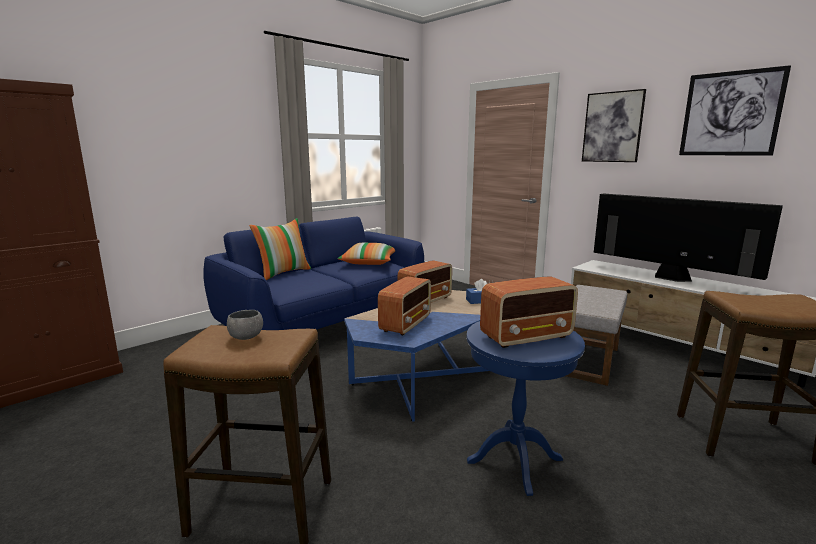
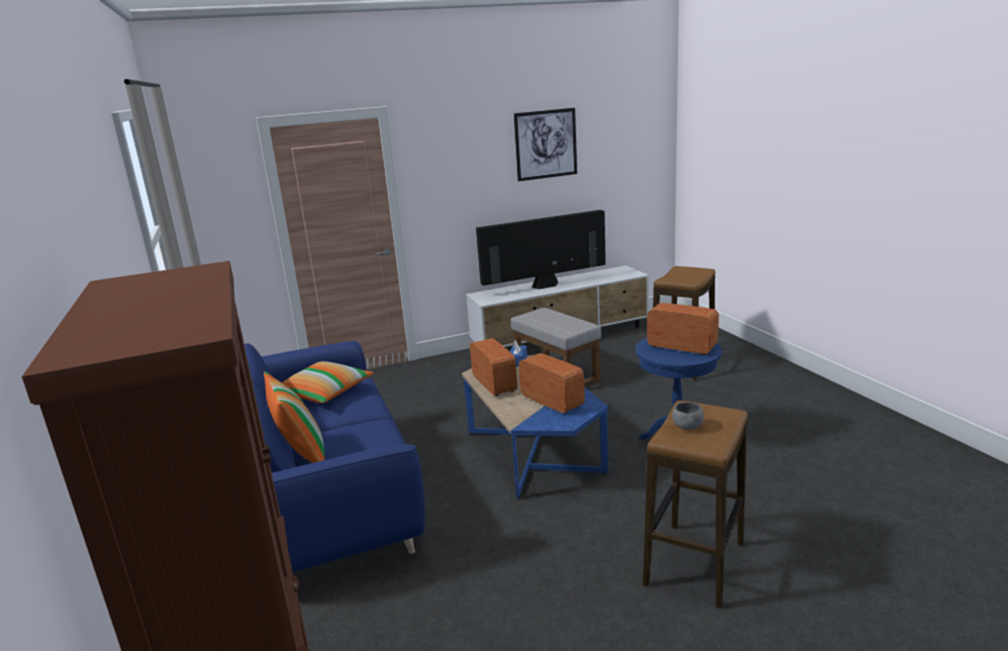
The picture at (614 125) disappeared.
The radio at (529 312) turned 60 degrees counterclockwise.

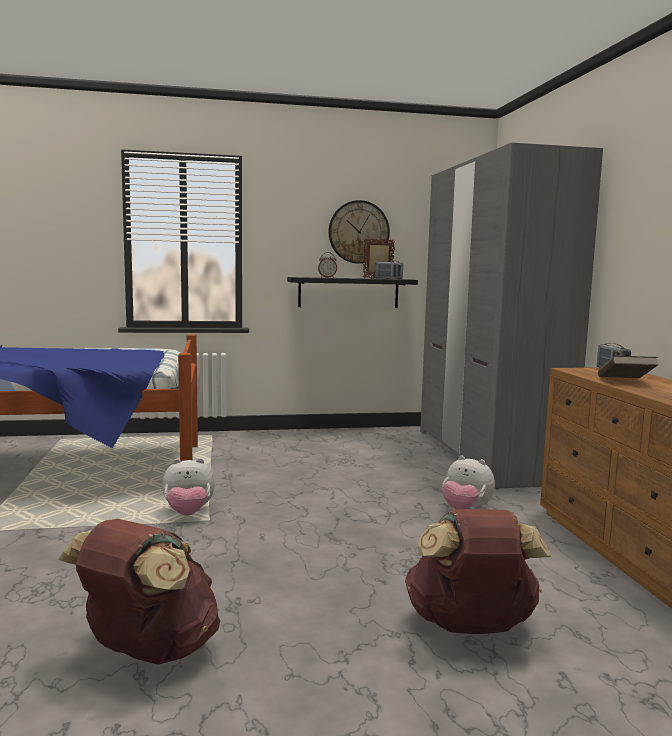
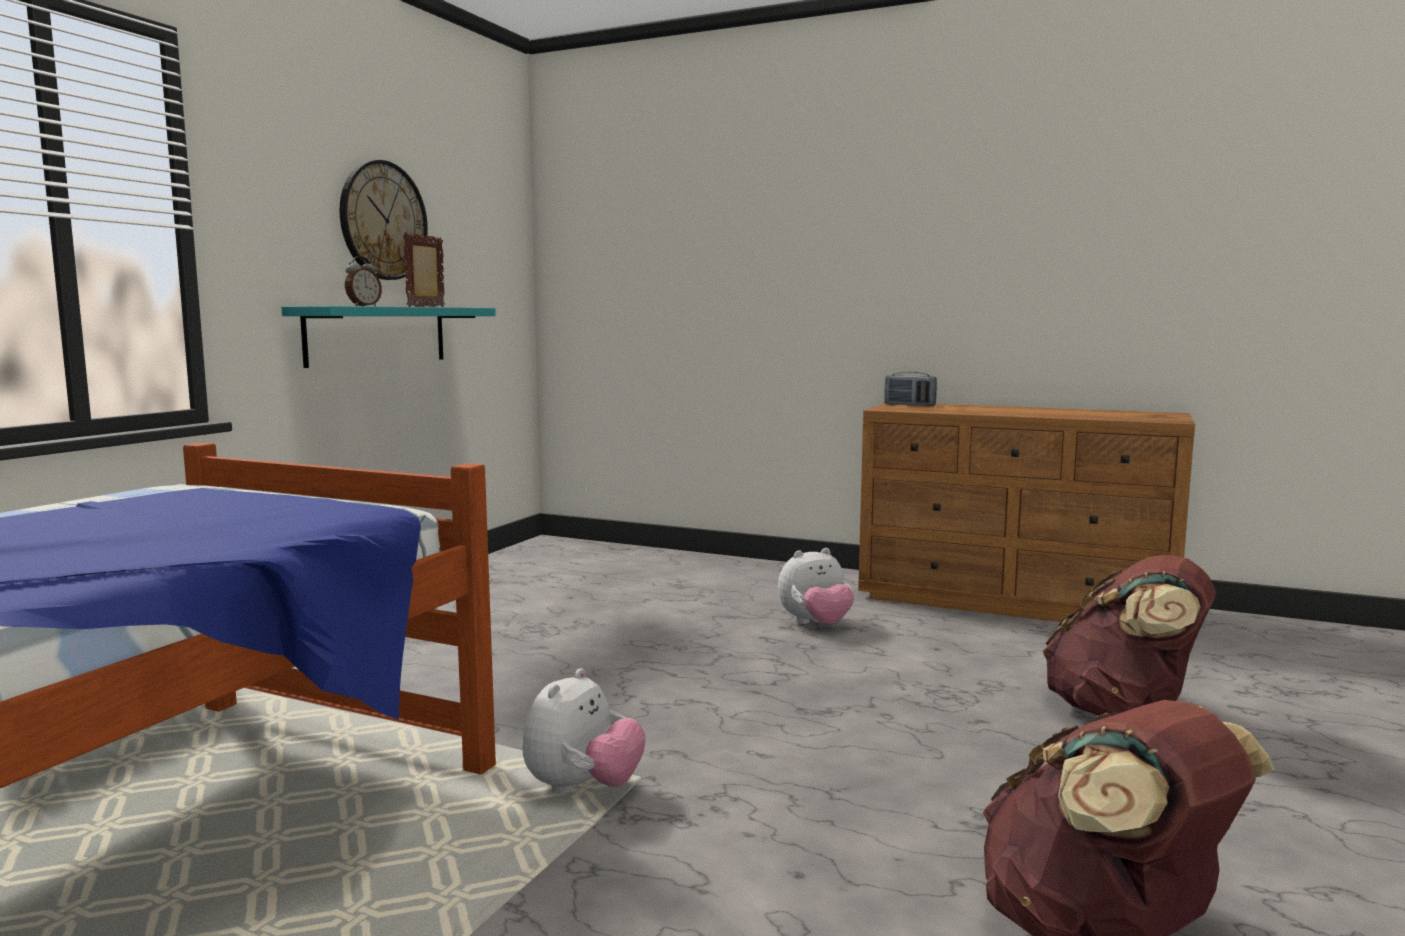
The gray wardrobe at (511 316) disappeared.
The radio at (389 269) disappeared.
The black-coloured wall shelf at (352 292) became the turquoise-coloured wall shelf at (388 337).
The brown book at (628 367) disappeared.

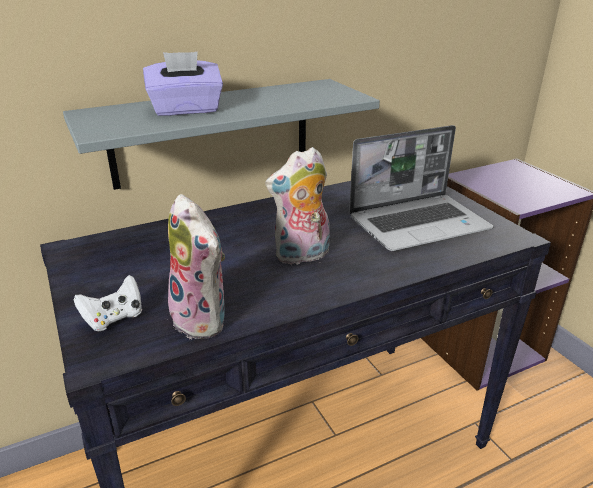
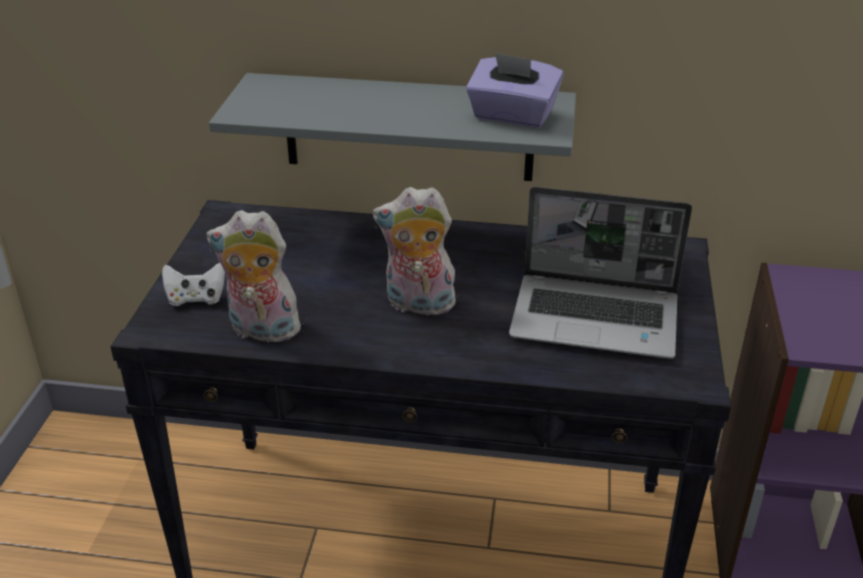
The purple-coloured box of tissues moved from (183 84) to (514 90).
The plush toy at (196 266) turned 105 degrees clockwise.

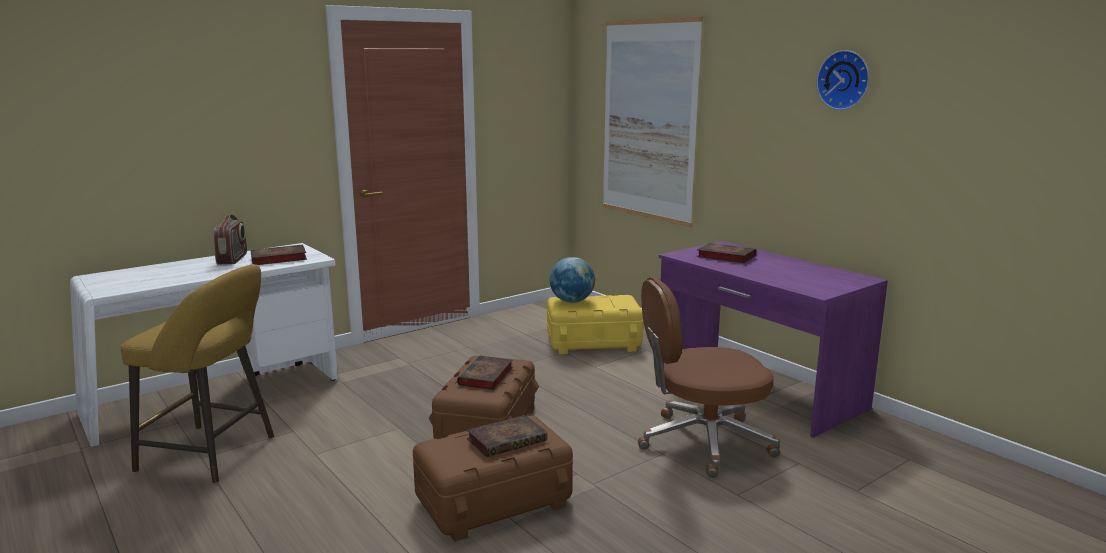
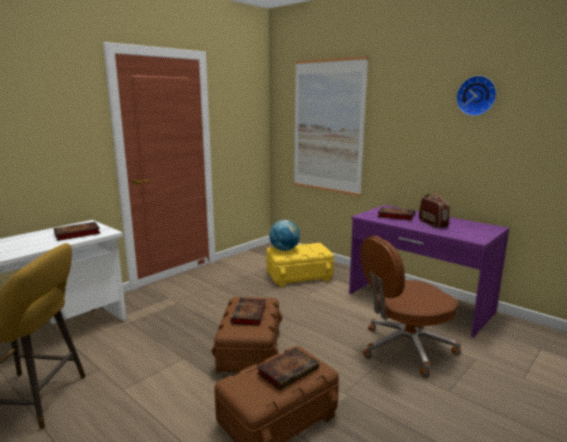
The radio moved from (230 239) to (434 210).

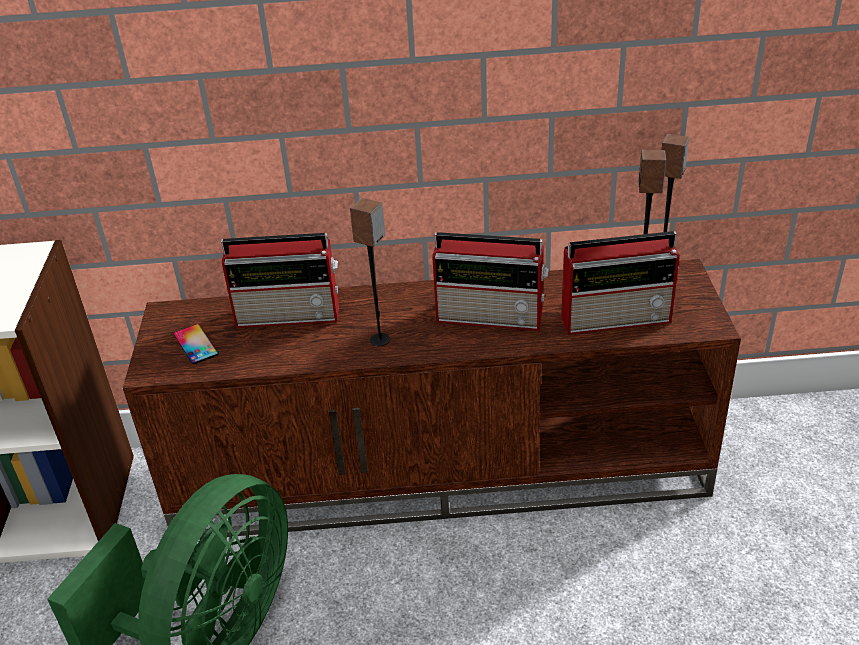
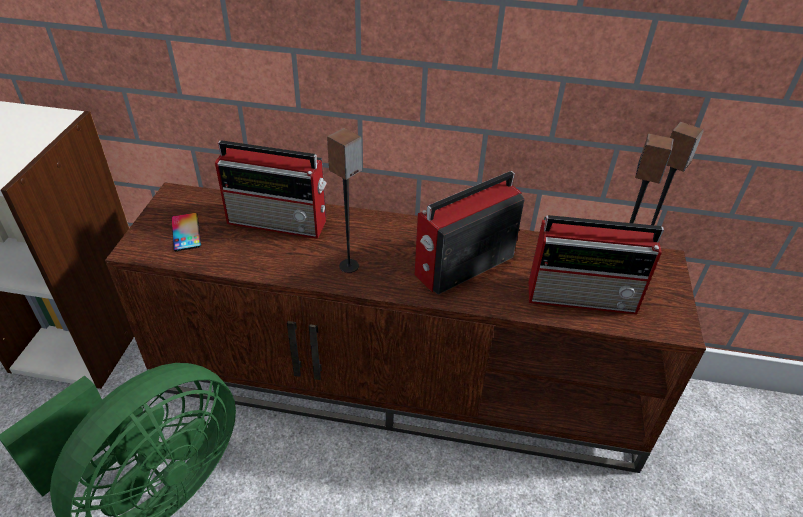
The radio at (490 281) turned 120 degrees clockwise.

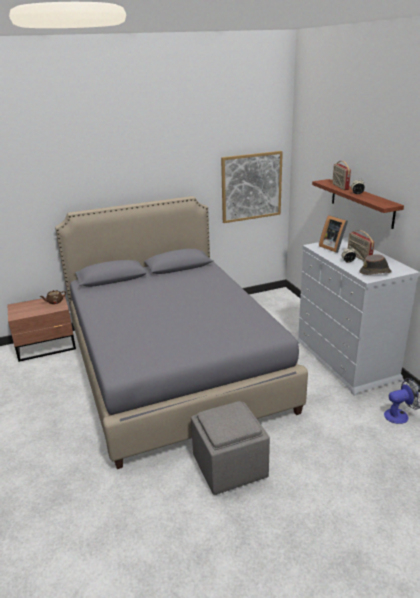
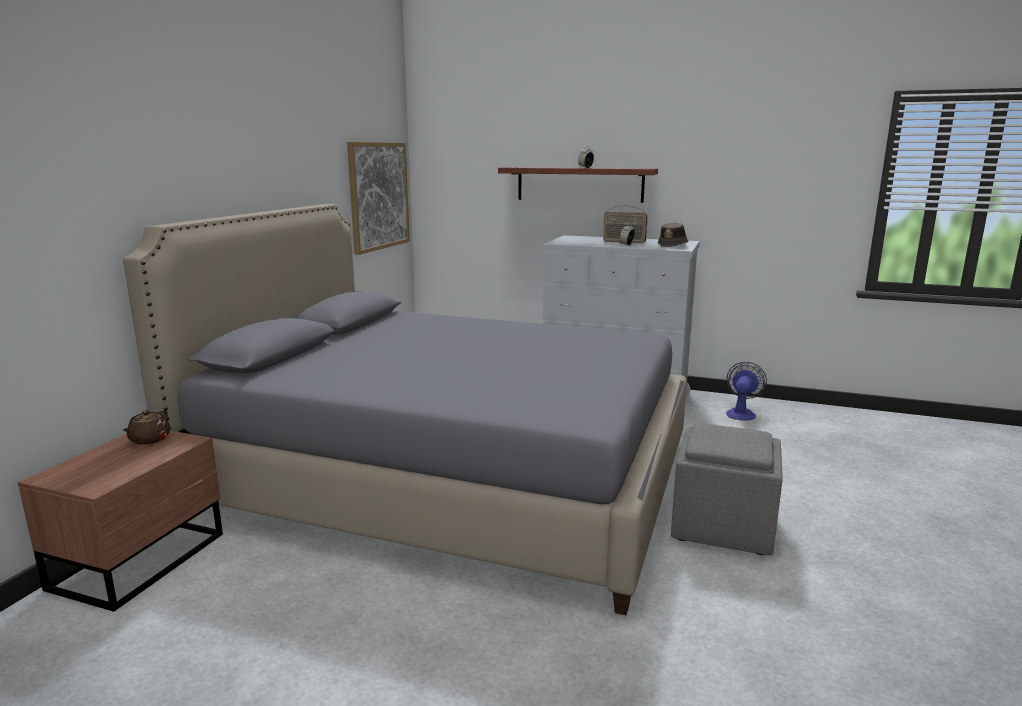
The radio at (341 175) disappeared.
The standing frame at (333 234) disappeared.

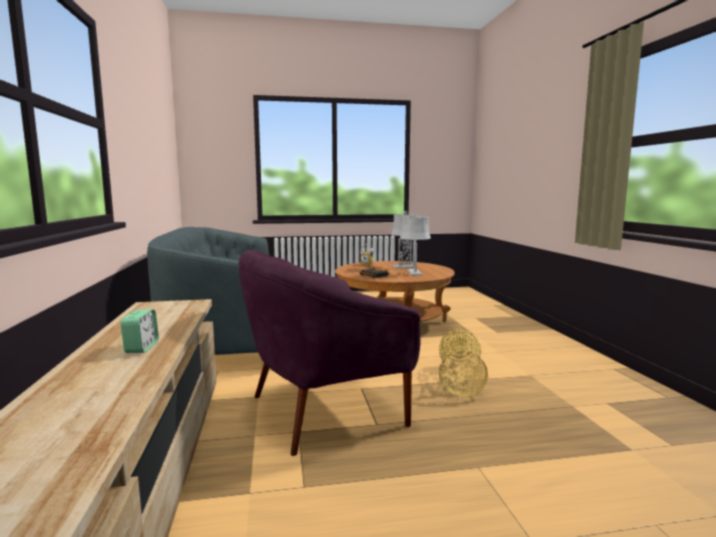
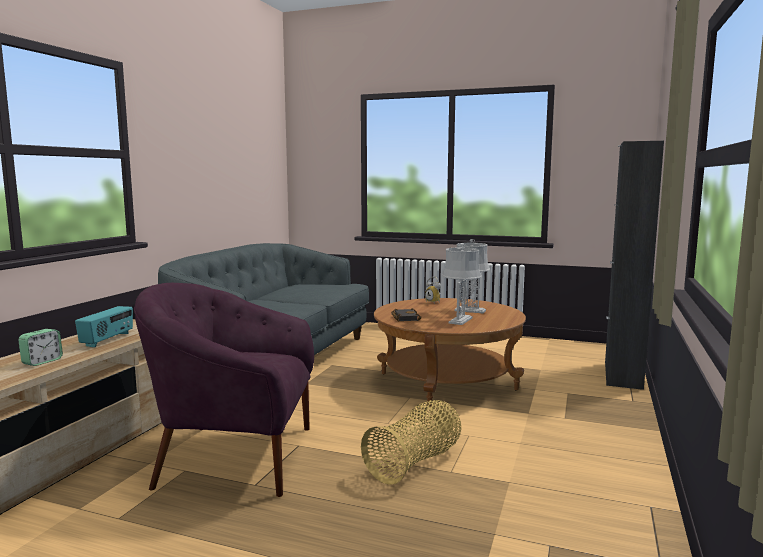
The black-coloured storage cabinet at (634 265) appeared.
The radio at (104 326) appeared.

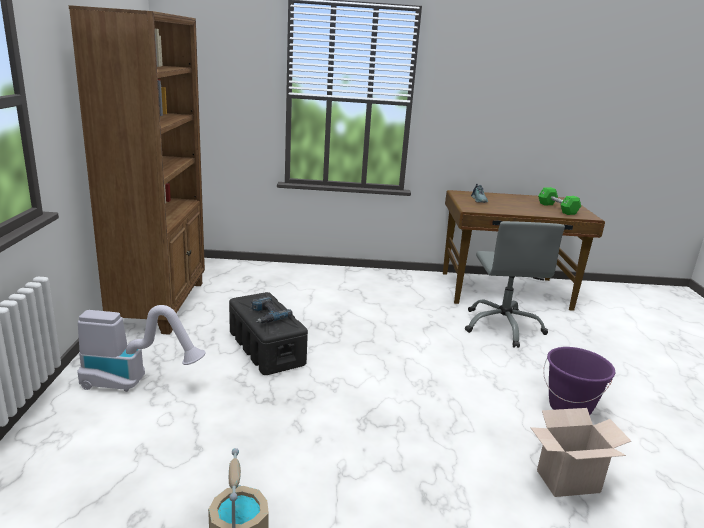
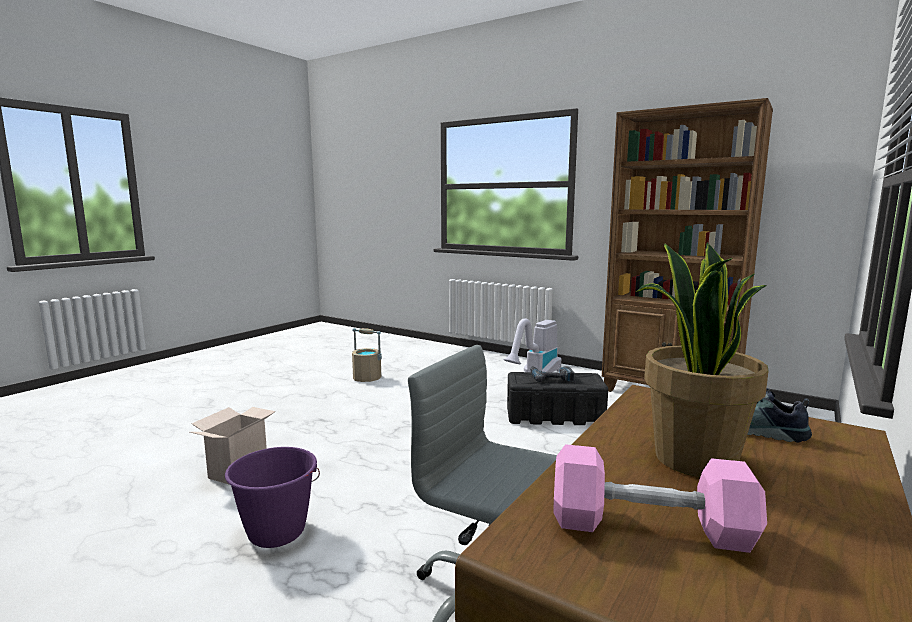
The greenish free weight at (559 201) became the pinkish free weight at (660 498).
The potted plant at (702 359) appeared.

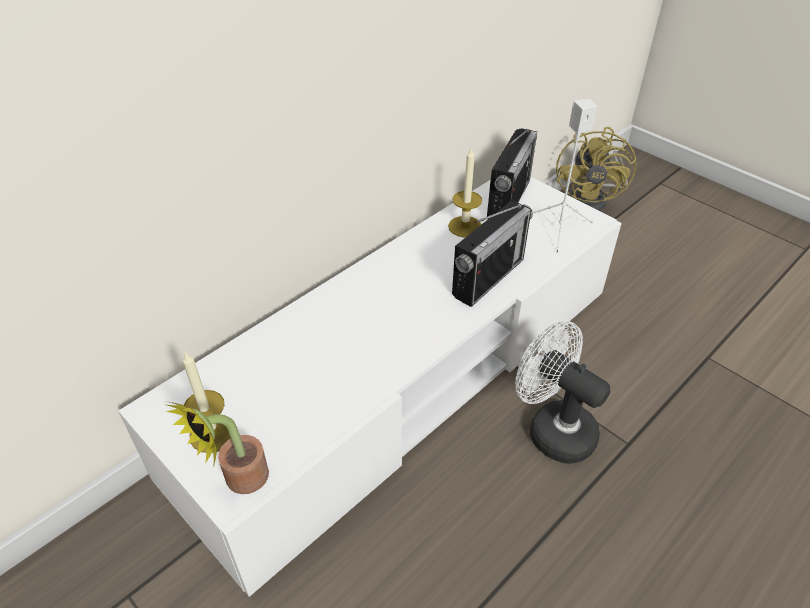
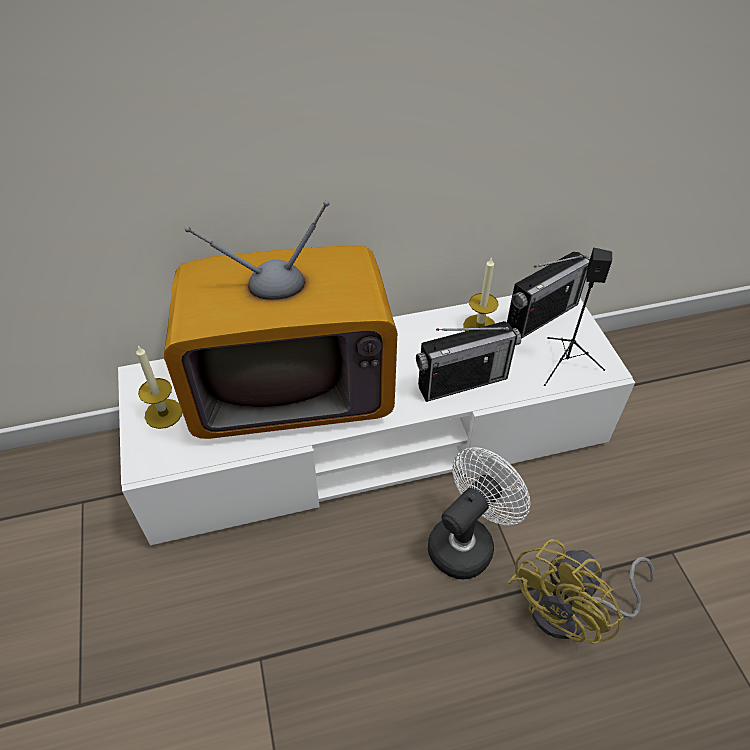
The white-coloured audio speaker at (565 176) became the black-coloured audio speaker at (578 317).
The yellow electric fan moved from (596 169) to (581 591).
The white-coloured electric fan at (562 392) turned 60 degrees clockwise.
The potted plant at (217 447) disappeared.
The TV set at (280 319) appeared.

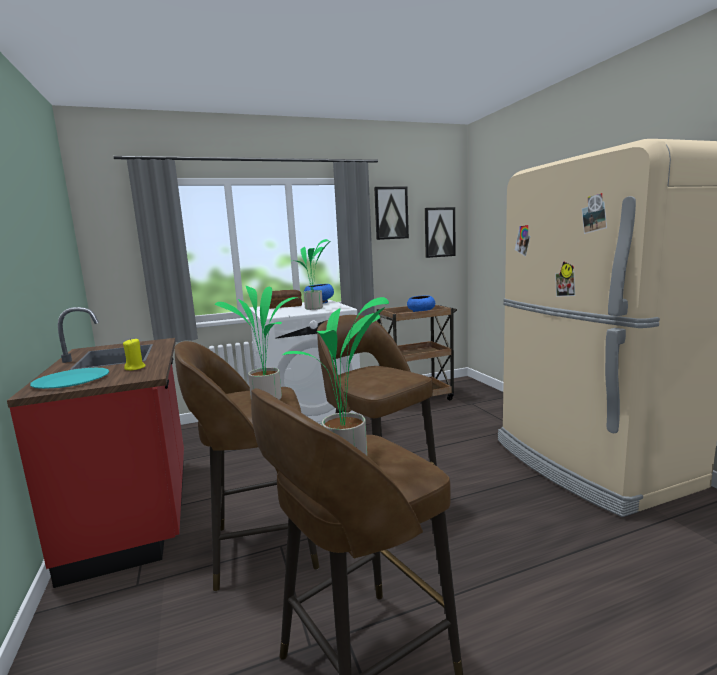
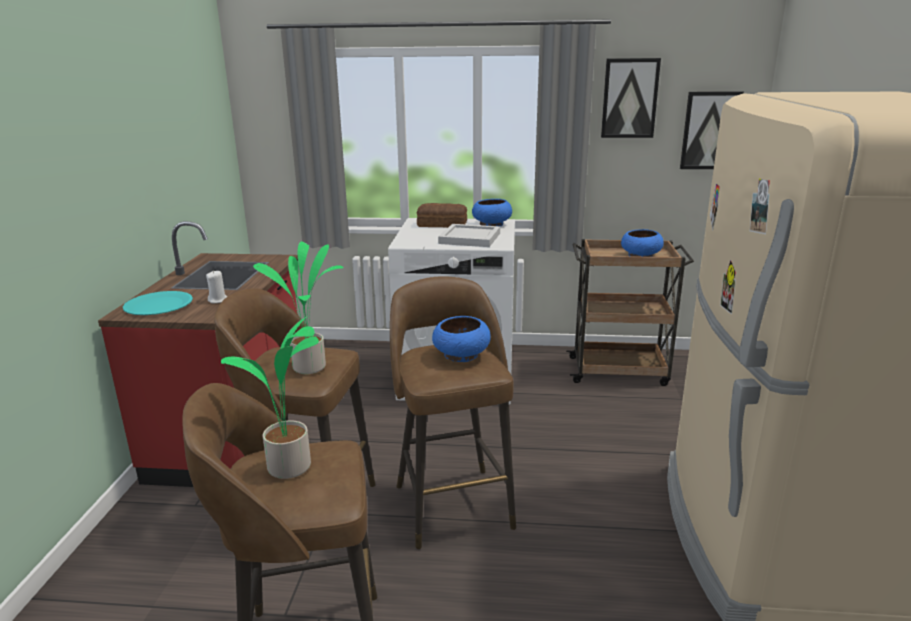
The potted plant at (309 274) was replaced by the white-coloured carrying tray at (469 235).
The yellow wax candle at (134 354) became the white-coloured wax candle at (216 286).
The blue-coloured deep dish at (461 339) appeared.

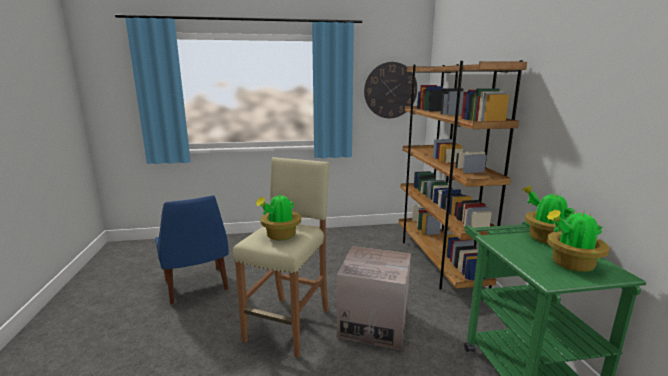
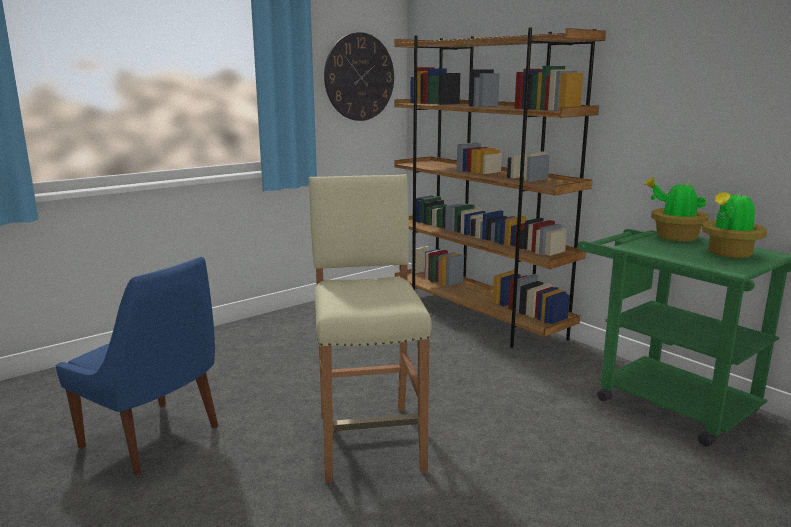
The potted plant at (278 216) disappeared.
The carton at (374 298) disappeared.

